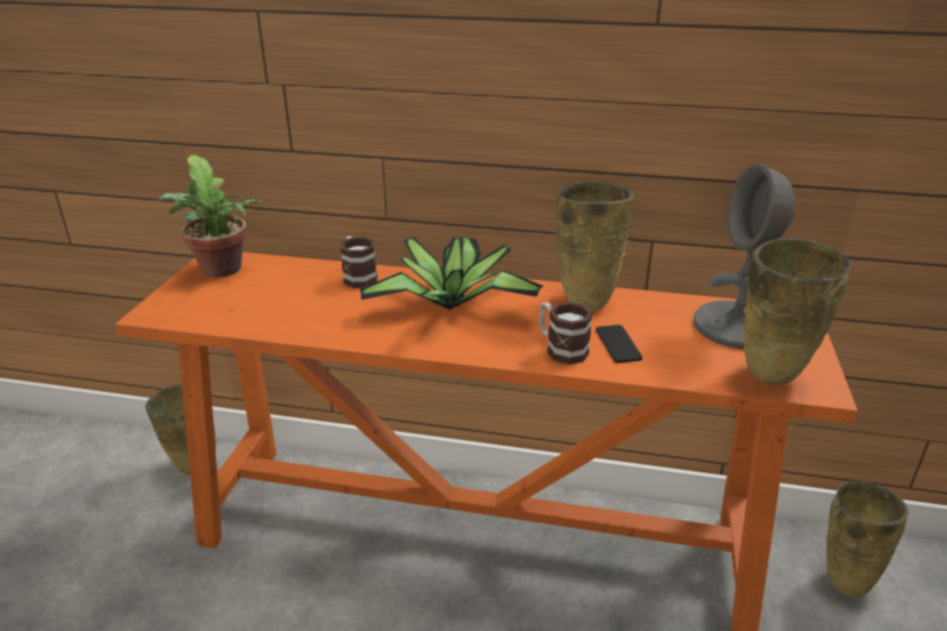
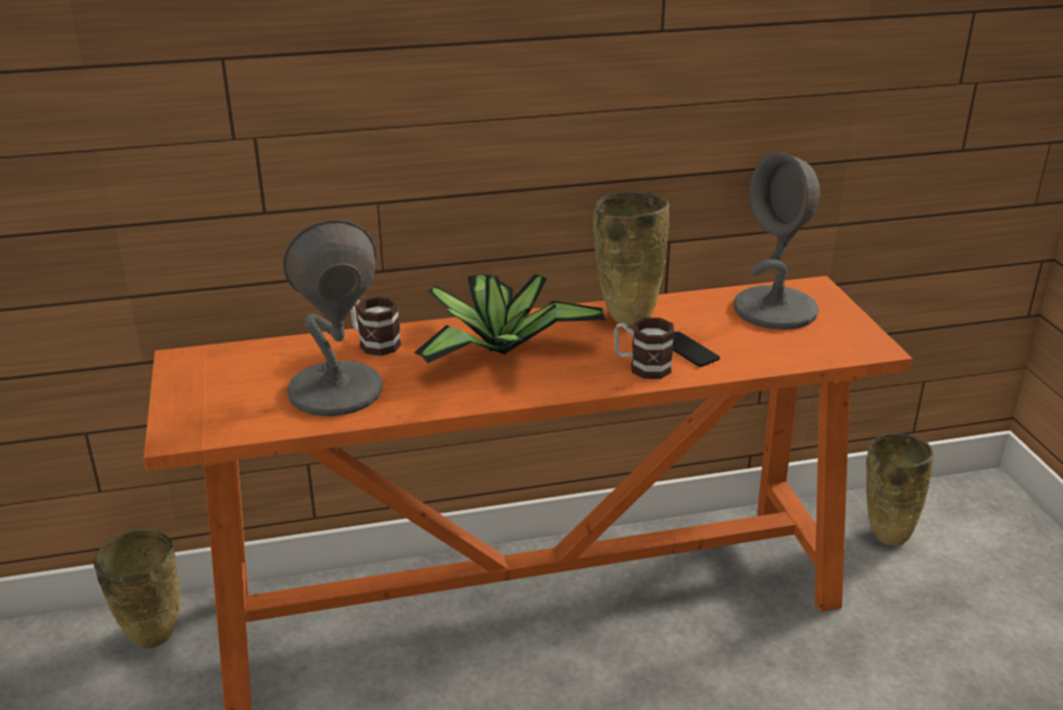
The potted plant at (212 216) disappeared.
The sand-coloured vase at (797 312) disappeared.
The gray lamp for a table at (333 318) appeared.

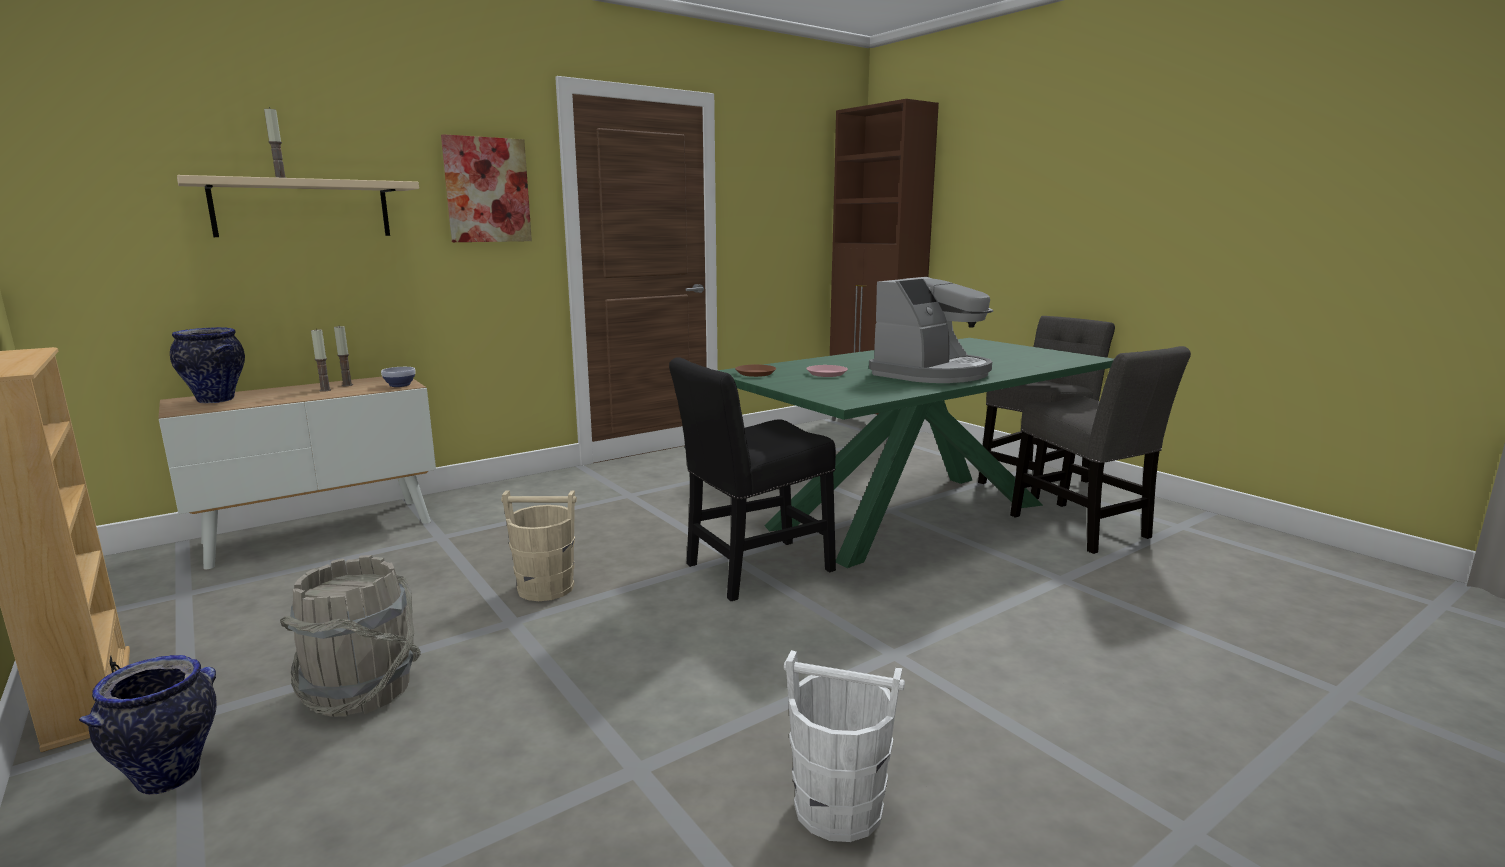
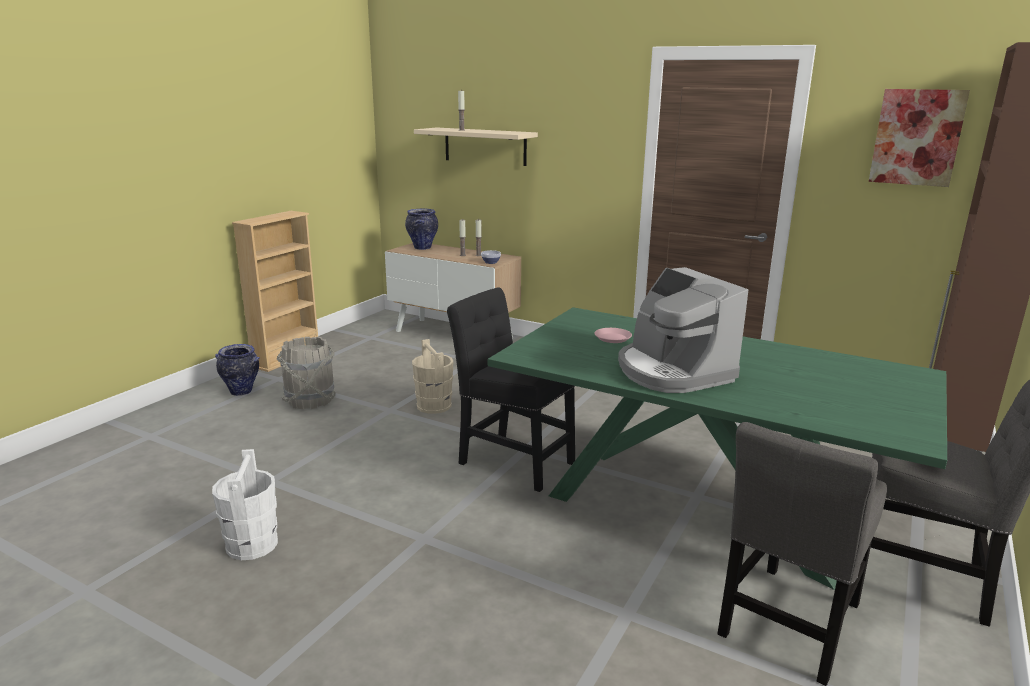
The picture moved from (486 188) to (919 138).
The coffee maker at (931 330) turned 45 degrees clockwise.
The brown flat dish at (755 371) disappeared.

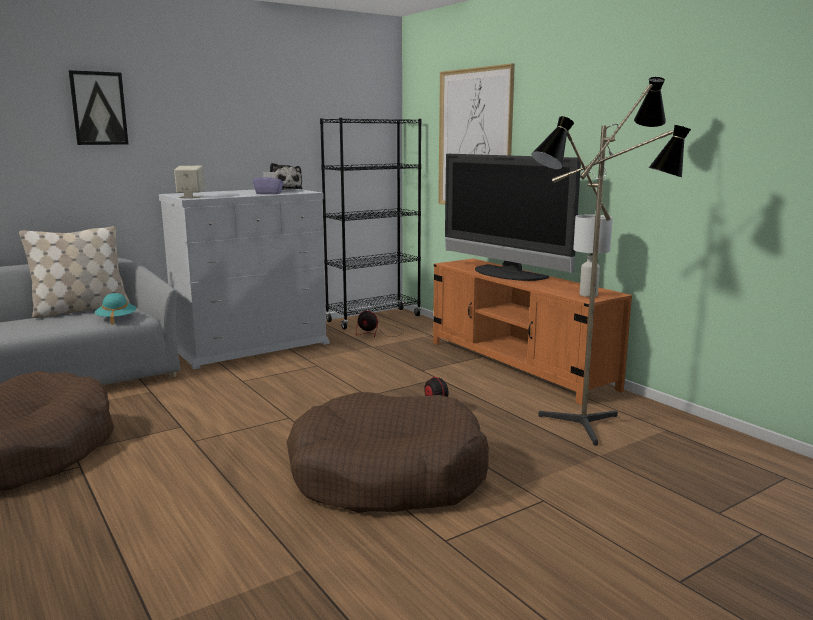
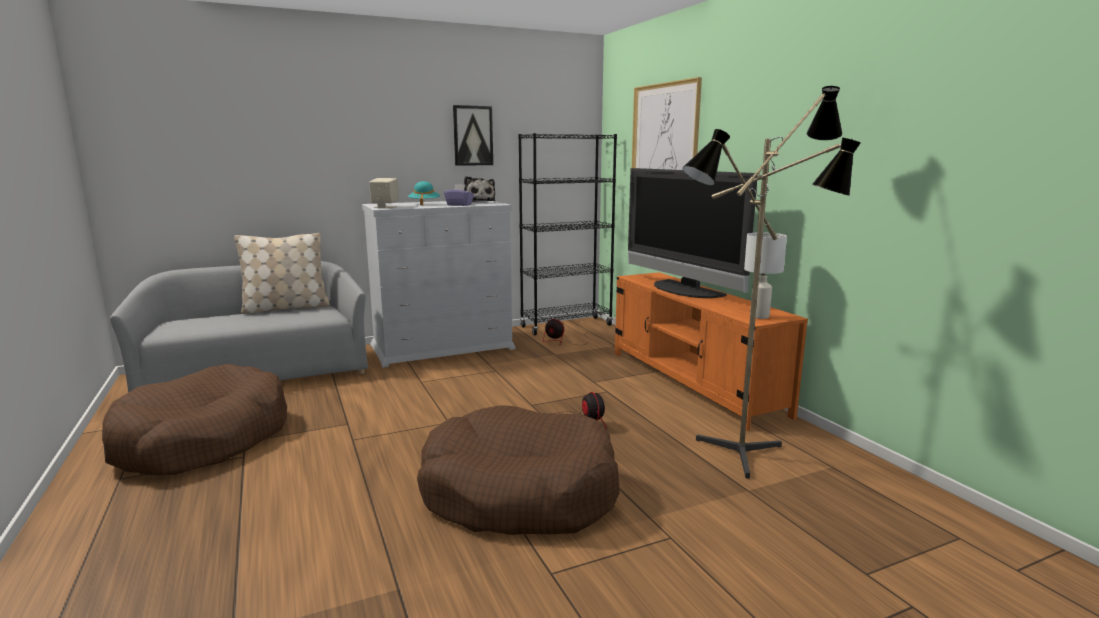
The picture moved from (98 107) to (473 135).
The turquoise-coloured hat moved from (115 309) to (424 193).

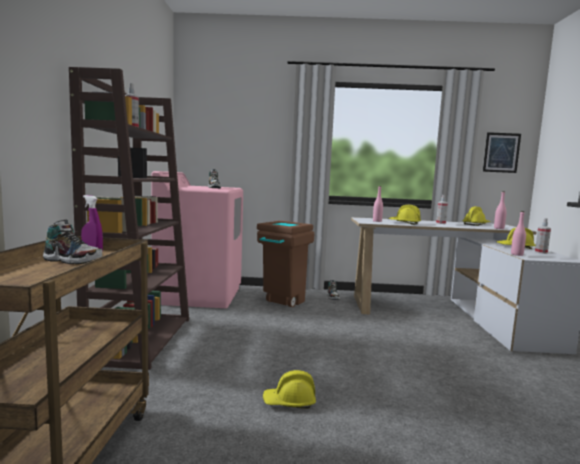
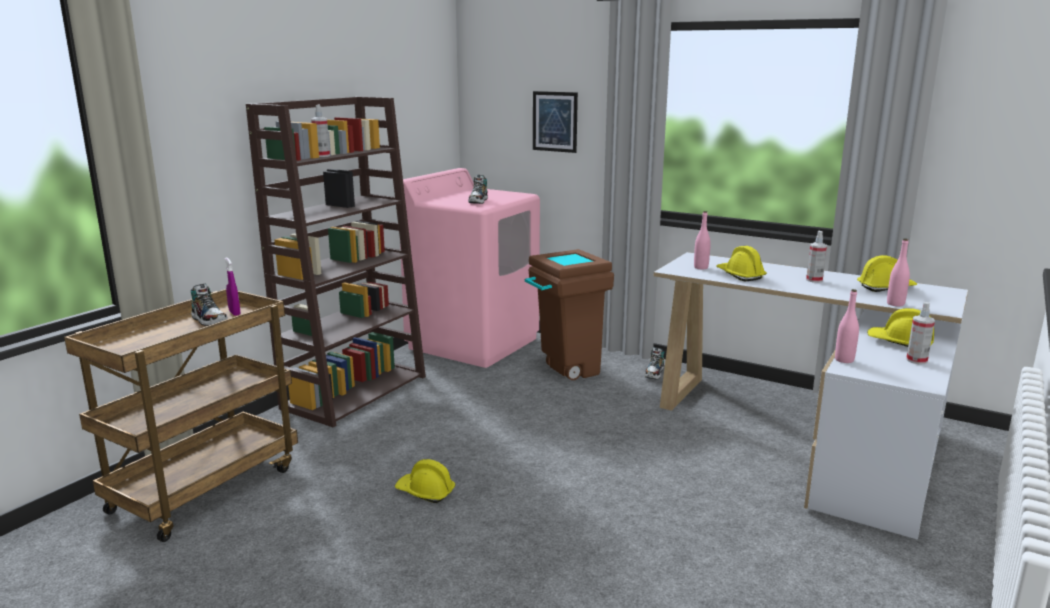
The picture moved from (502 152) to (555 122).

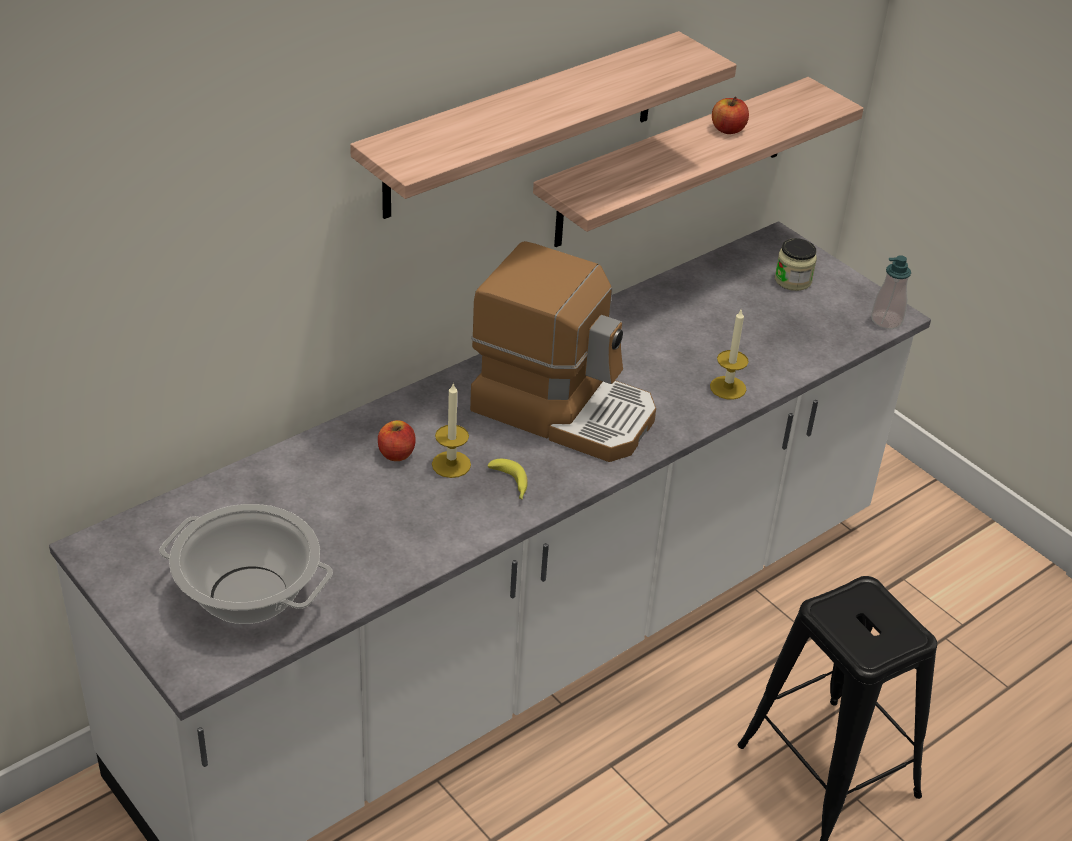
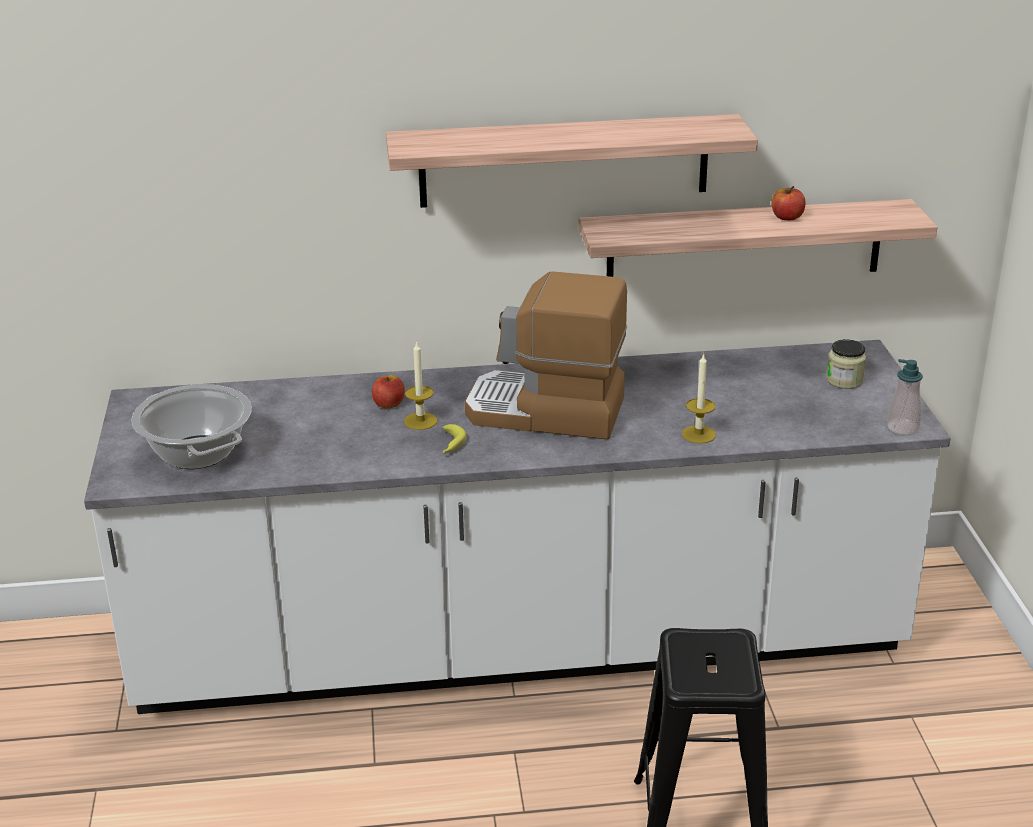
The coffee maker at (563 351) turned 135 degrees clockwise.

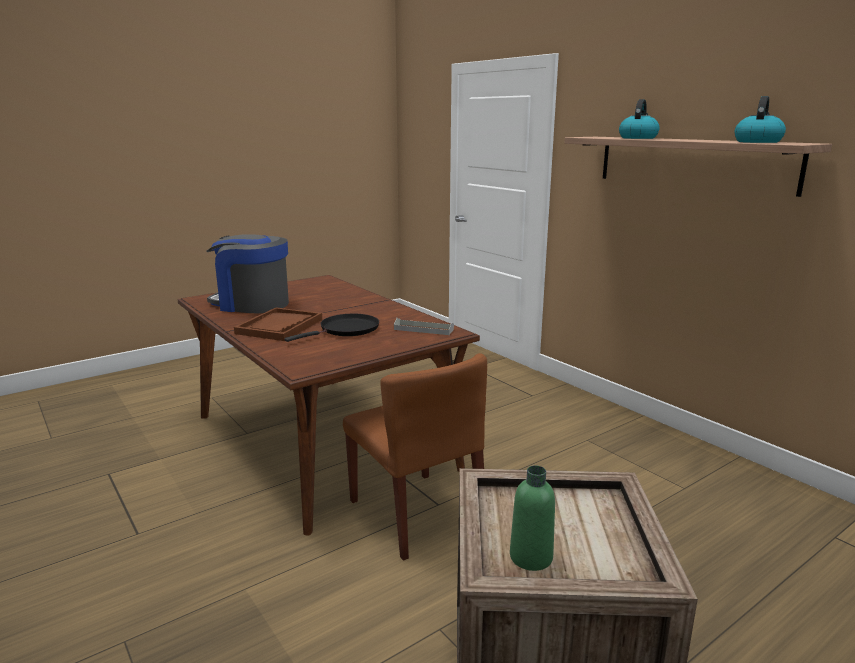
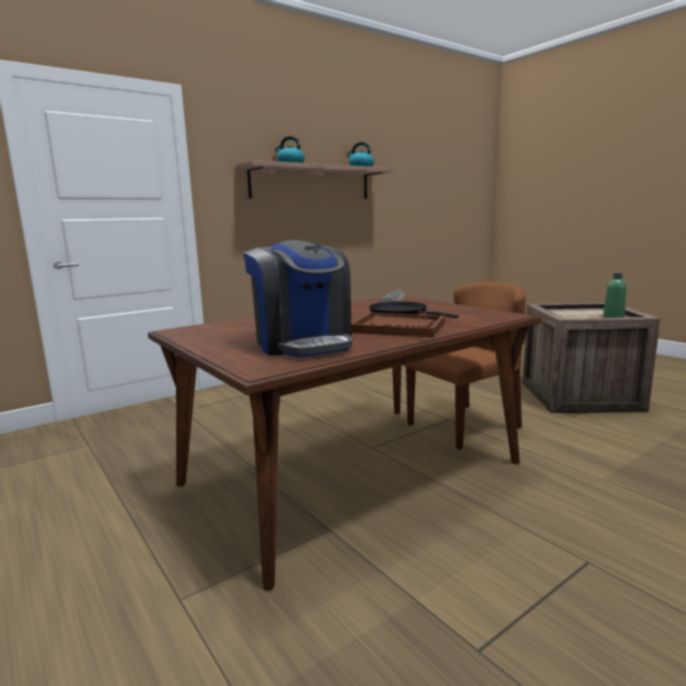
The coffee maker at (247 273) turned 45 degrees counterclockwise.

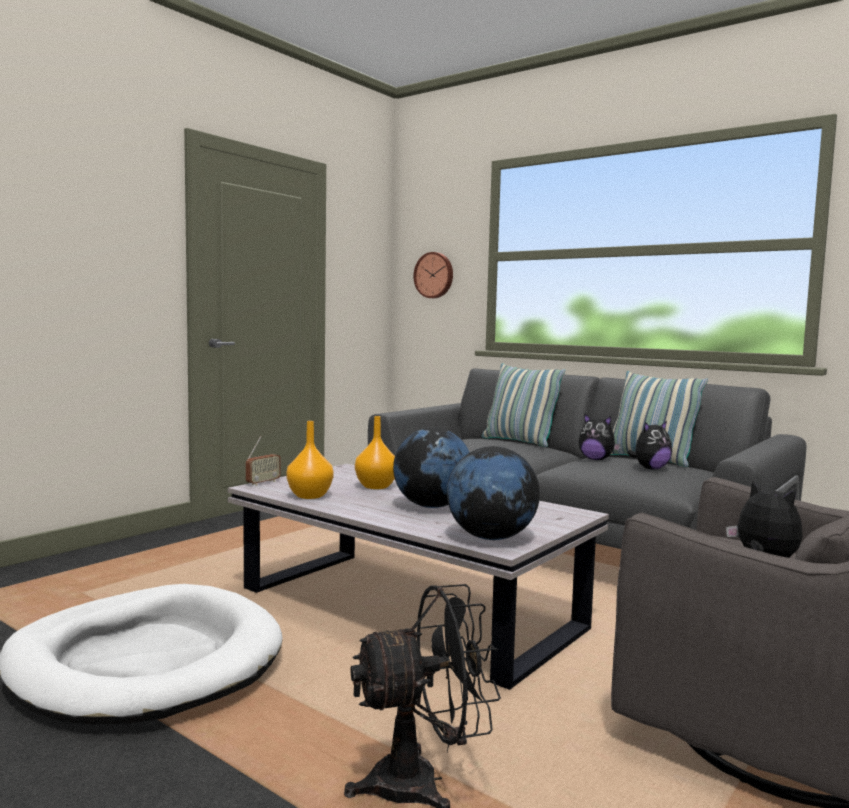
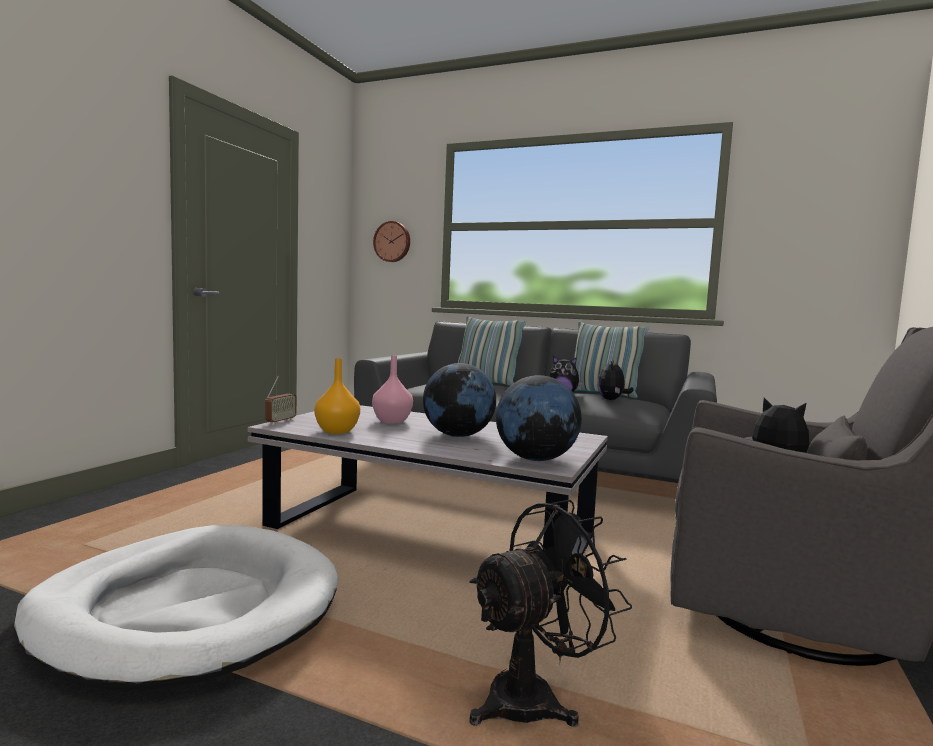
The orangey vase at (375 452) became the pinkish vase at (392 389).
The plush toy at (649 445) turned 150 degrees clockwise.

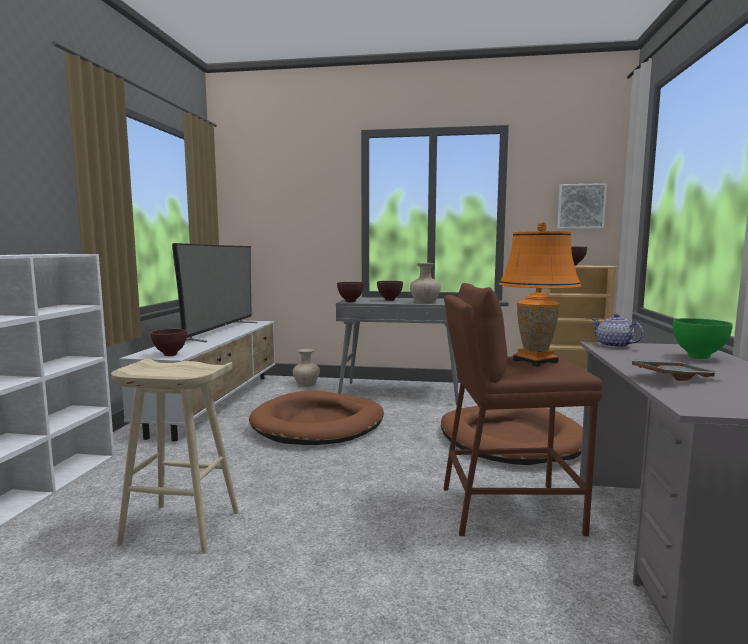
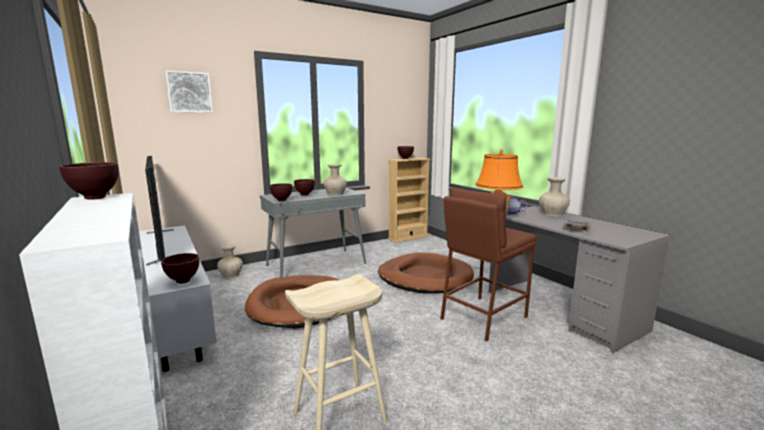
The picture moved from (582 206) to (189 91).
The greenish deep dish at (703 338) was replaced by the sand-coloured vase at (554 197).
The brown deep dish at (89 181) appeared.

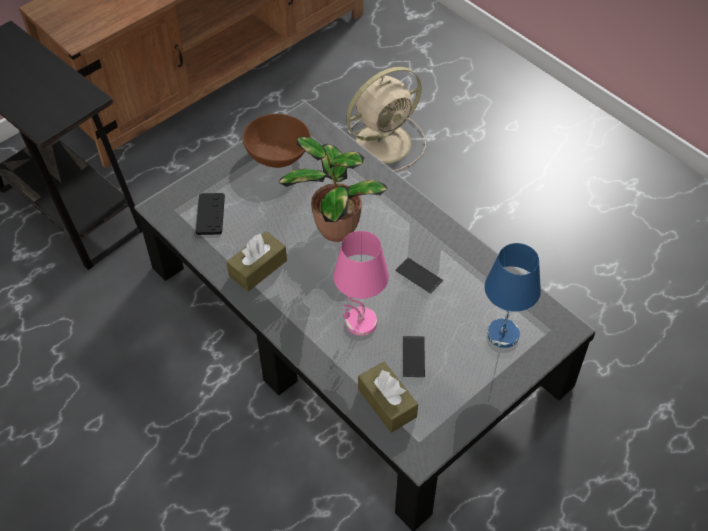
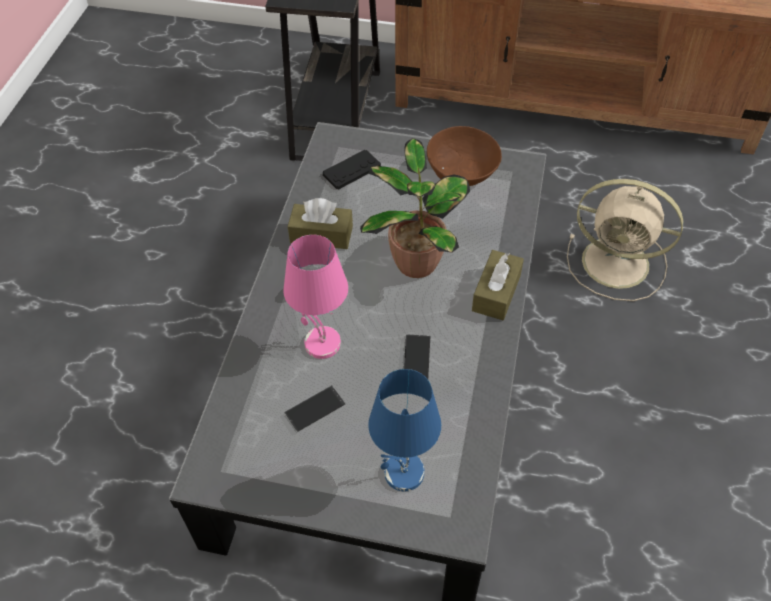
The brown box of tissues moved from (388 397) to (498 285).

